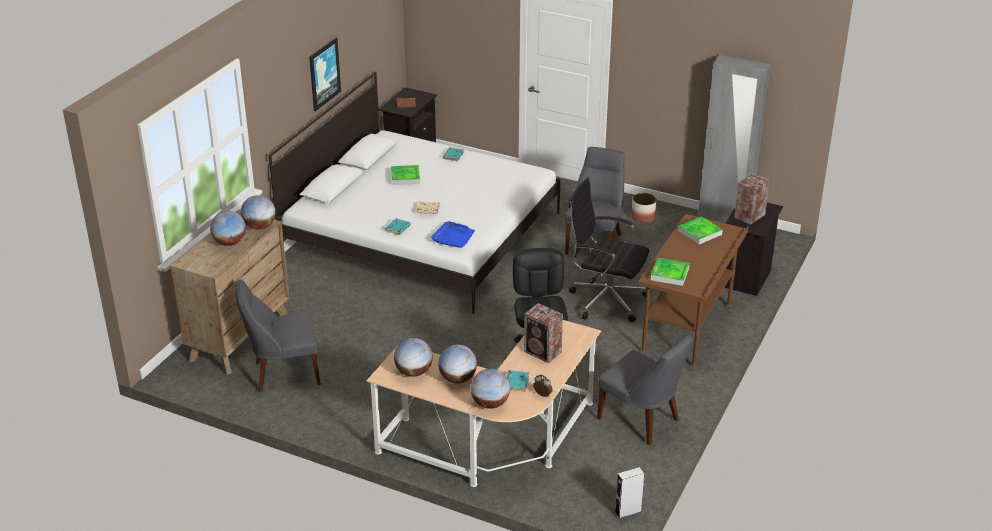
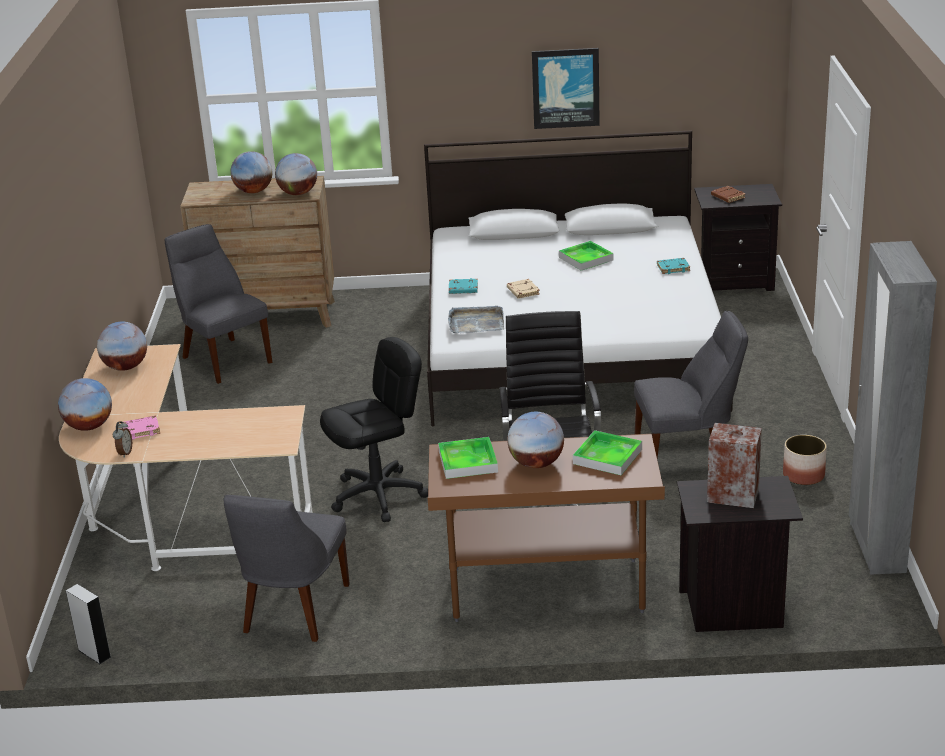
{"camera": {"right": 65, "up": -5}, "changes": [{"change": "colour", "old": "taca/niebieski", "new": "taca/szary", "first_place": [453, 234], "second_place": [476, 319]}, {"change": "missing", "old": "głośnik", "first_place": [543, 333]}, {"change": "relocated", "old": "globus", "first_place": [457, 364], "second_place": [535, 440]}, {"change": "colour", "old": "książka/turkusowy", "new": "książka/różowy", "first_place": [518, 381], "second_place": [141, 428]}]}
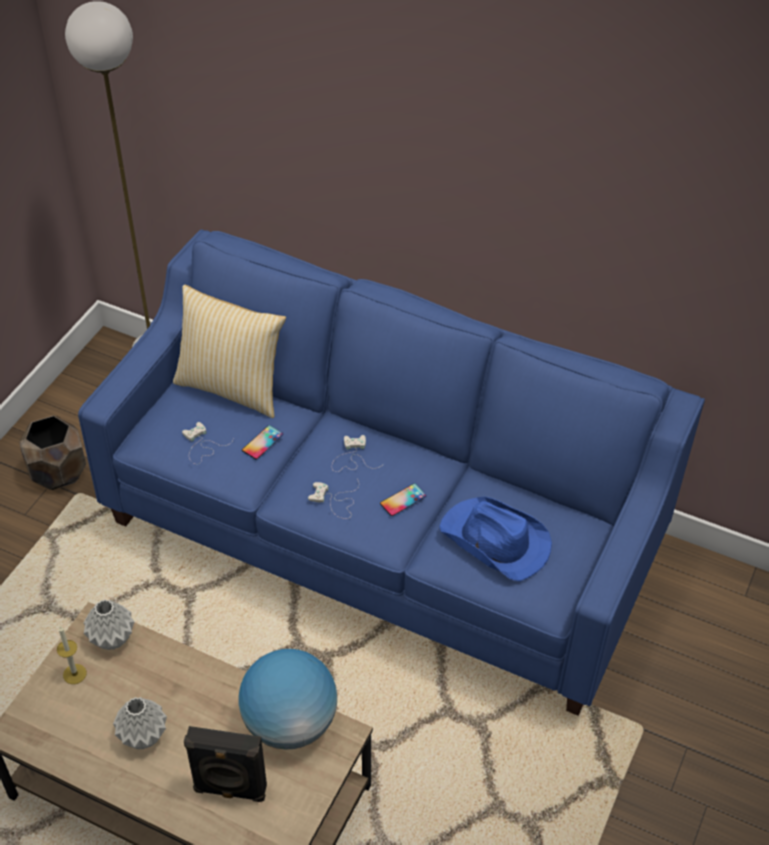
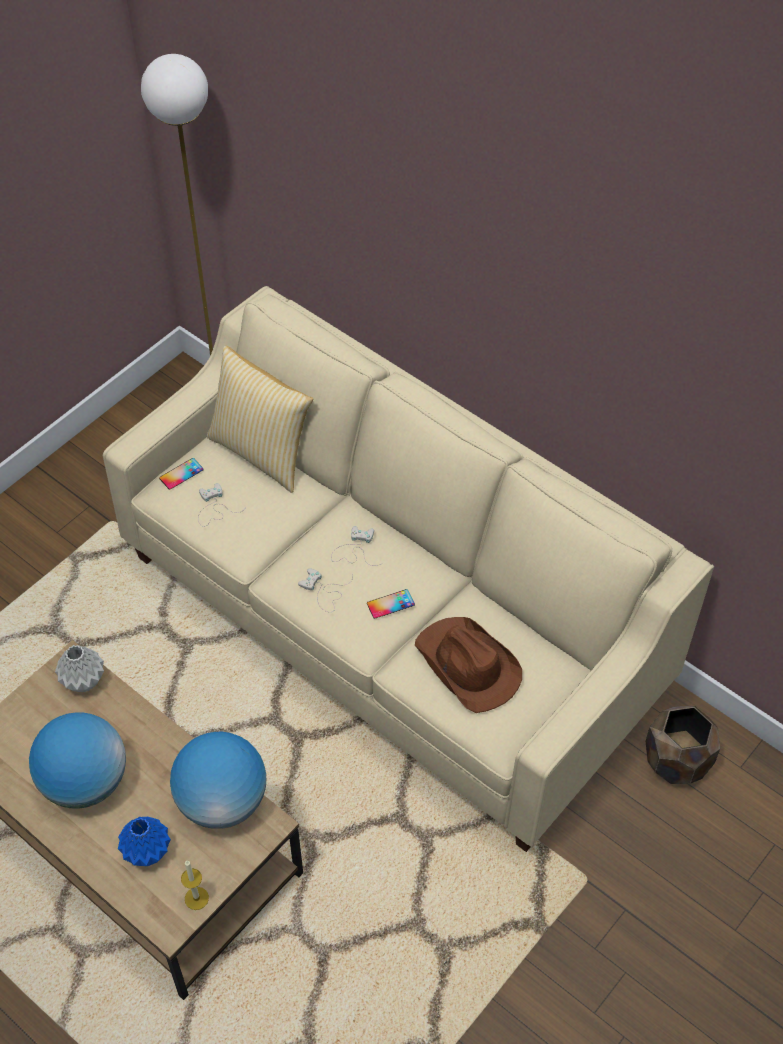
{"camera": {"right": 15, "up": 5}, "changes": [{"change": "colour", "old": "kanapa/niebieski", "new": "kanapa/beżowy", "first_place": [391, 473], "second_place": [408, 569]}, {"change": "relocated", "old": "donica/brązowy", "first_place": [53, 452], "second_place": [683, 745]}, {"change": "relocated", "old": "telefon", "first_place": [262, 442], "second_place": [181, 474]}, {"change": "colour", "old": "kapelusz/niebieski", "new": "kapelusz/brązowy", "first_place": [495, 539], "second_place": [468, 665]}, {"change": "relocated", "old": "świeca", "first_place": [72, 655], "second_place": [195, 885]}, {"change": "exchanged", "old": "wazon/szary", "new": "globus", "first_place": [140, 723], "second_place": [77, 760]}, {"change": "exchanged", "old": "głośnik/czarny", "new": "wazon/niebieski", "first_place": [225, 764], "second_place": [144, 841]}]}
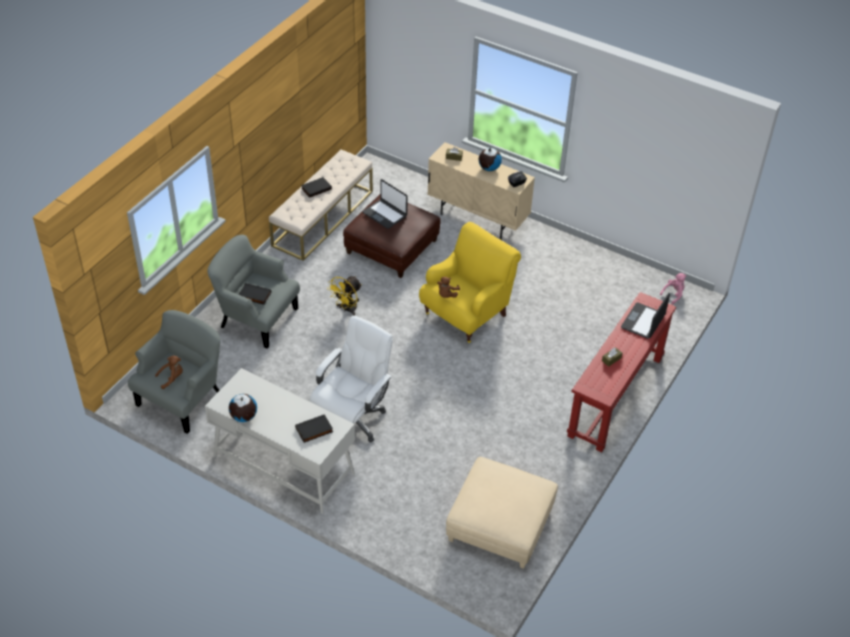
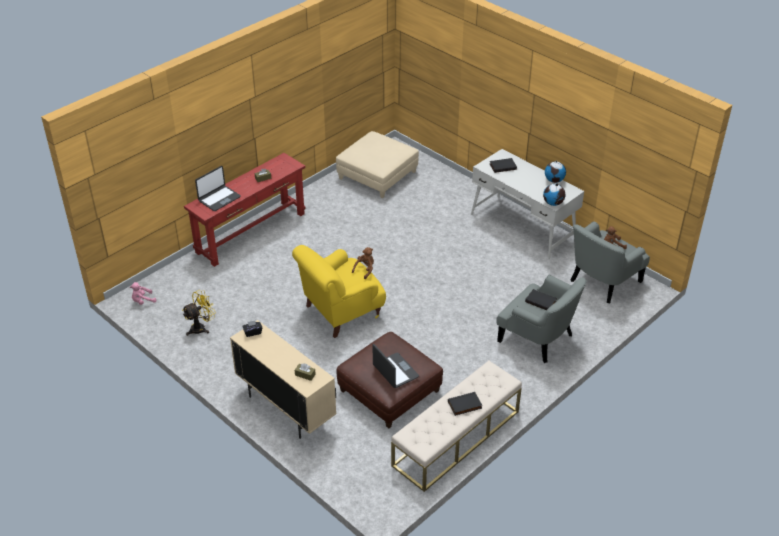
{"camera": {"right": -165, "up": -5}, "changes": [{"change": "relocated", "old": "globus", "first_place": [490, 159], "second_place": [554, 194]}, {"change": "relocated", "old": "wentylator/żółty", "first_place": [344, 296], "second_place": [199, 313]}, {"change": "missing", "old": "krzesło biurowe/biały", "first_place": [351, 379]}]}
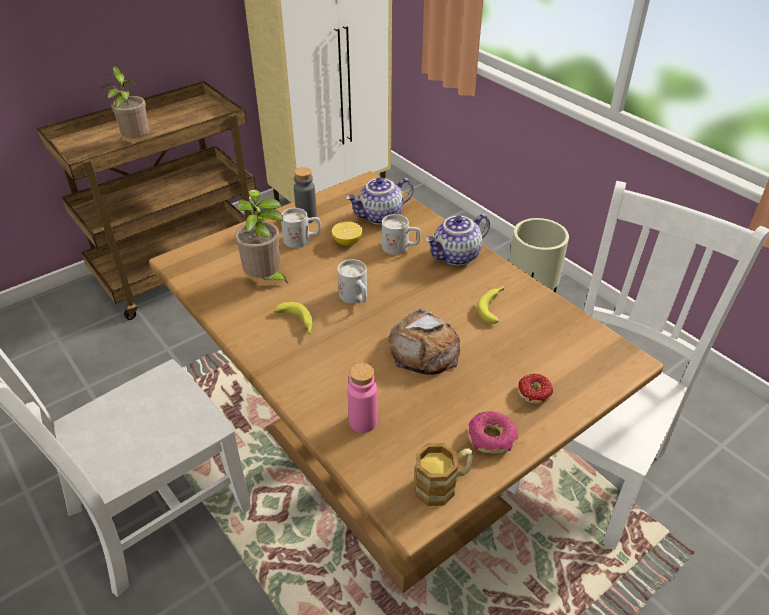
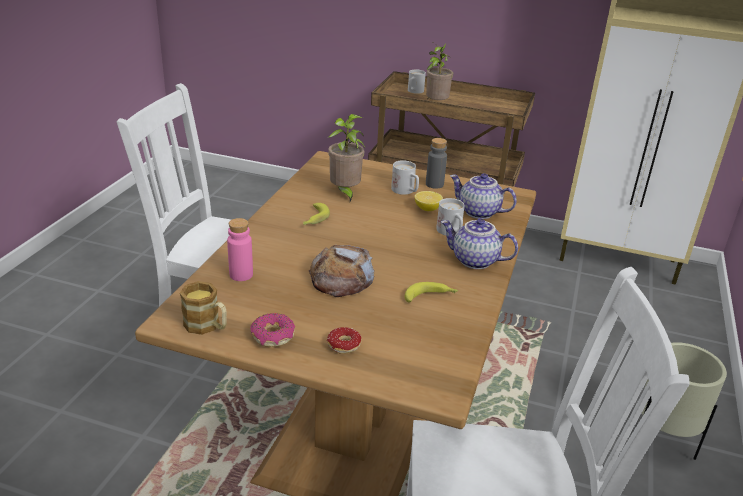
{"camera": {"right": 55, "up": -10}, "changes": [{"change": "relocated", "old": "kubek/biały", "first_place": [352, 281], "second_place": [417, 82]}]}
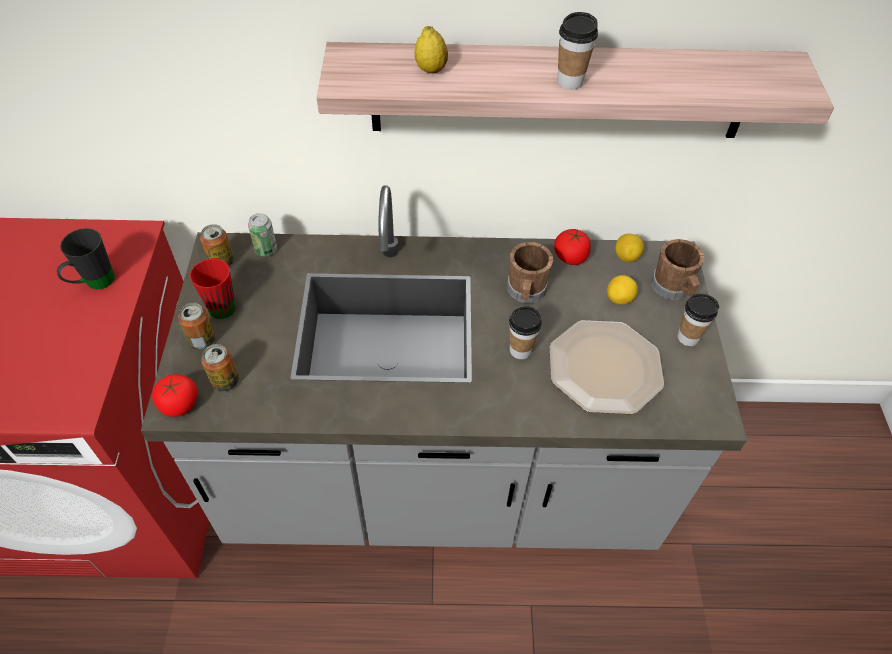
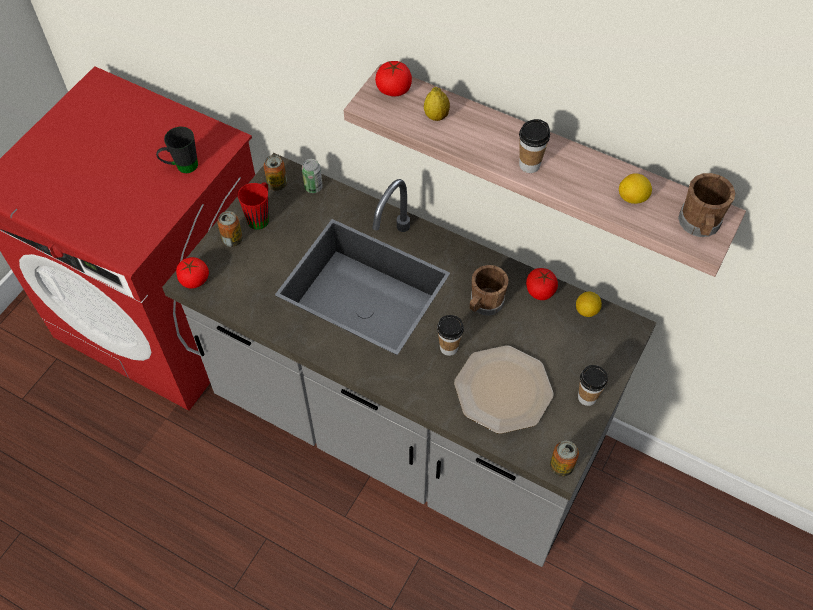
{"camera": {"right": 30, "up": 5}, "changes": [{"change": "relocated", "old": "kubek/brązowy", "first_place": [677, 269], "second_place": [706, 205]}, {"change": "relocated", "old": "cytryna", "first_place": [622, 289], "second_place": [635, 188]}, {"change": "relocated", "old": "puszka", "first_place": [220, 367], "second_place": [564, 459]}, {"change": "appeared", "new": "pomidor", "second_place": [393, 78]}]}
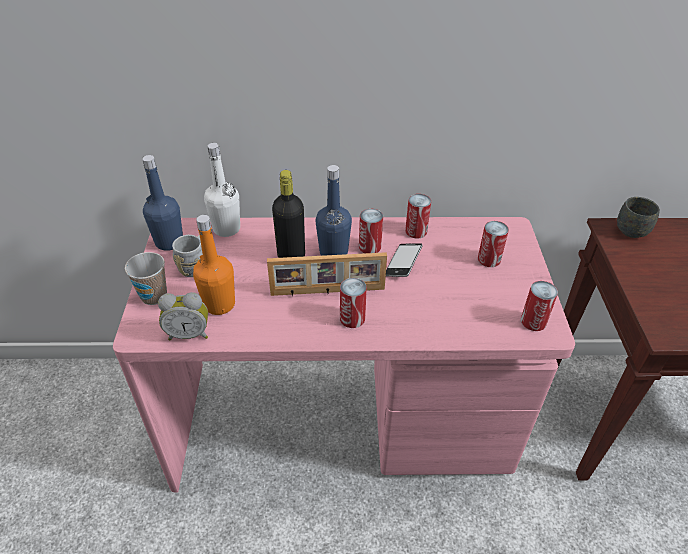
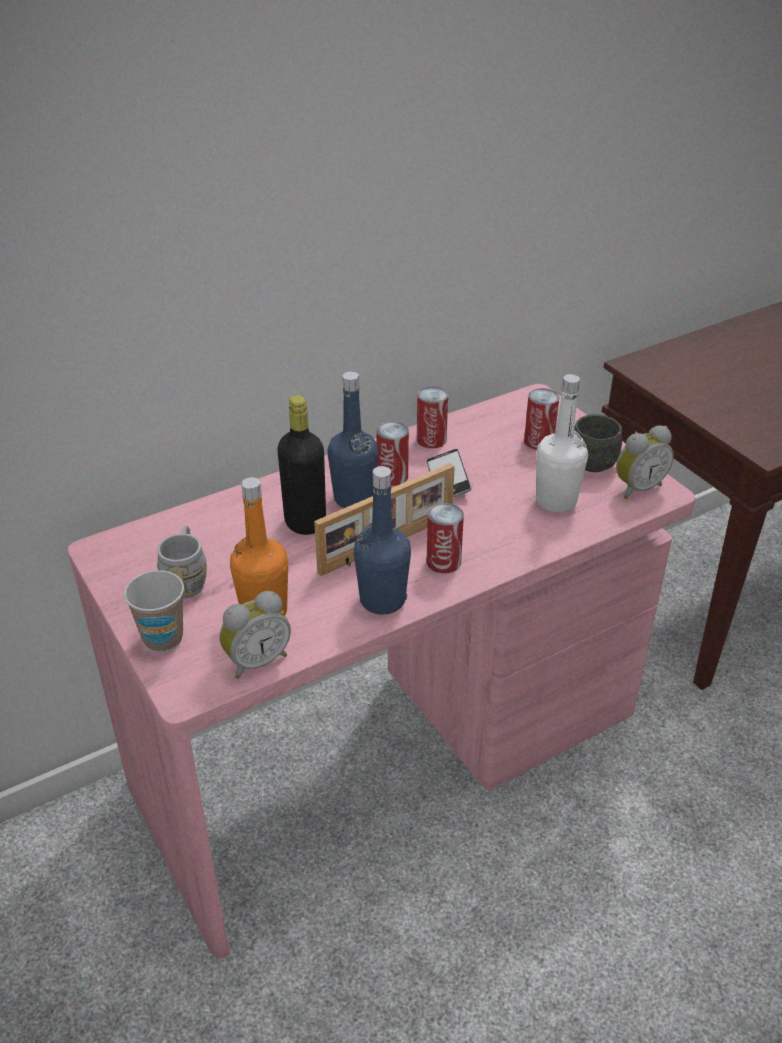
{"camera": {"right": -30, "up": -5}, "changes": [{"change": "relocated", "old": "butelka/biały", "first_place": [222, 190], "second_place": [562, 443]}, {"change": "relocated", "old": "butelka/niebieski", "first_place": [162, 203], "second_place": [382, 540]}, {"change": "relocated", "old": "kubek/szary", "first_place": [638, 217], "second_place": [598, 443]}, {"change": "exchanged", "old": "puszka", "new": "budzik", "first_place": [539, 306], "second_place": [645, 462]}]}
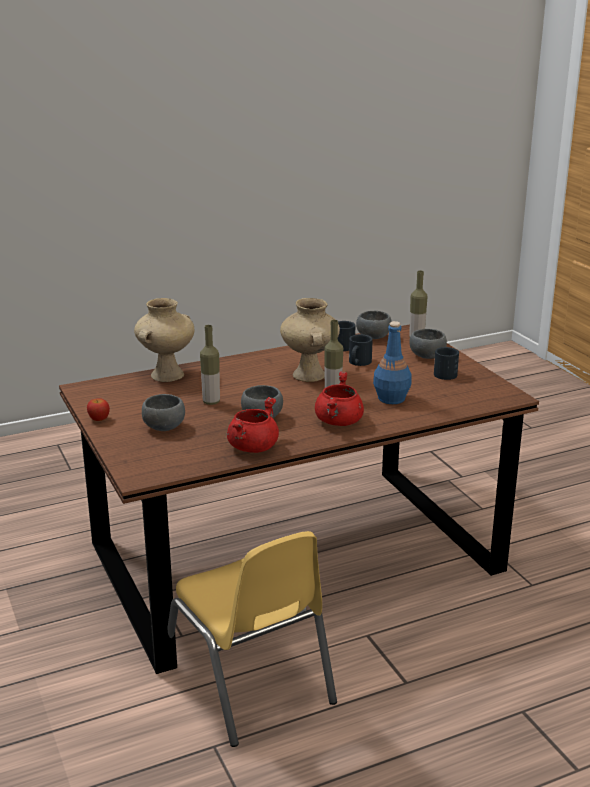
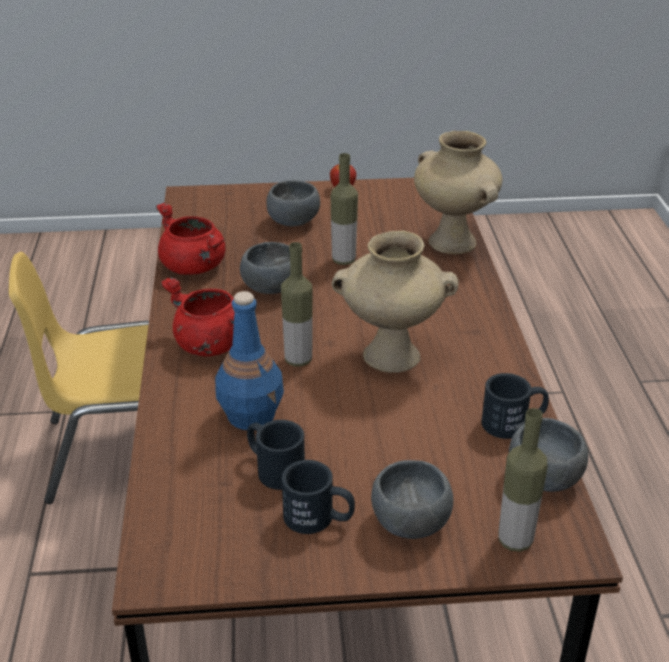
{"camera": {"right": 110, "up": 10}, "changes": [{"change": "relocated", "old": "kubek/czarny", "first_place": [361, 350], "second_place": [276, 455]}]}
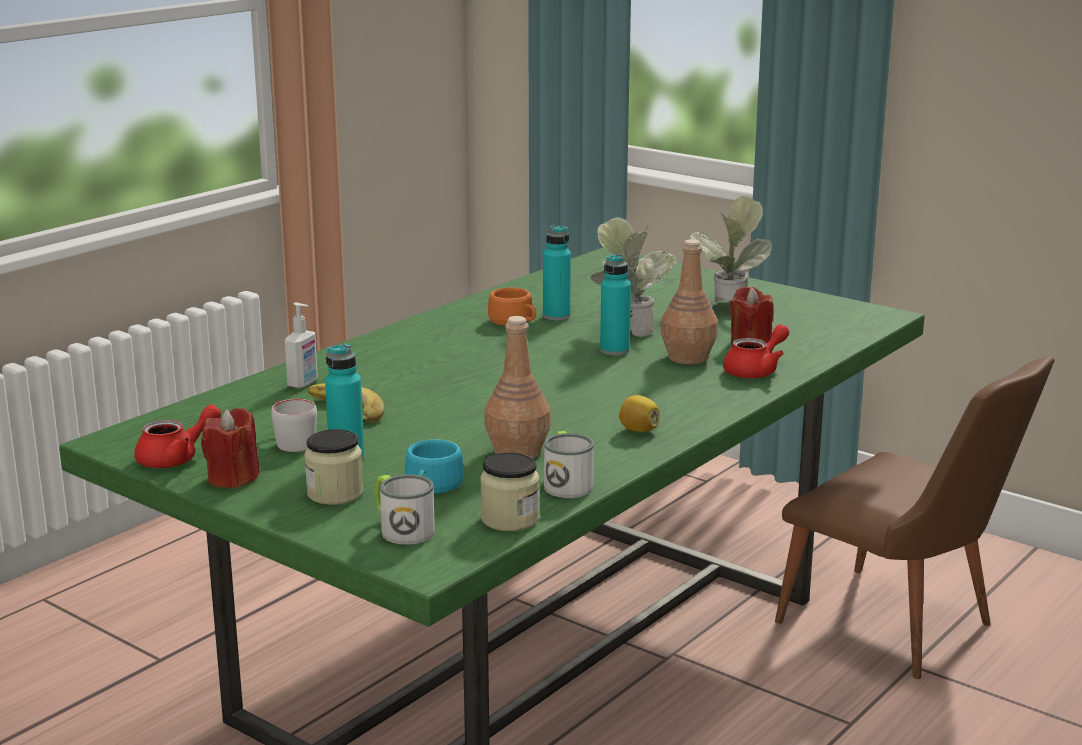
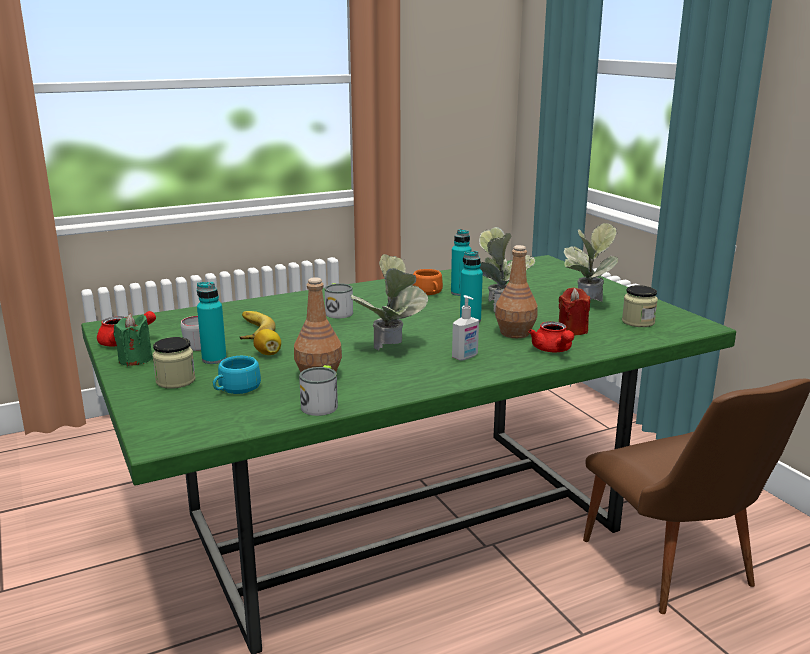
{"camera": {"right": 25, "up": 0}, "changes": [{"change": "relocated", "old": "dozownik mydła", "first_place": [301, 346], "second_place": [465, 328]}, {"change": "spun", "old": "imbryk/czerwony", "first_place": [756, 351], "second_place": [551, 337], "degrees": 90}, {"change": "relocated", "old": "cytryna", "first_place": [639, 413], "second_place": [267, 342]}, {"change": "colour", "old": "świeca/czerwony", "new": "świeca/zielony", "first_place": [230, 448], "second_place": [133, 340]}, {"change": "relocated", "old": "słoik", "first_place": [509, 491], "second_place": [640, 306]}, {"change": "relocated", "old": "kubek", "first_place": [405, 509], "second_place": [339, 300]}, {"change": "appeared", "new": "roślina doniczkowa", "second_place": [389, 302]}]}
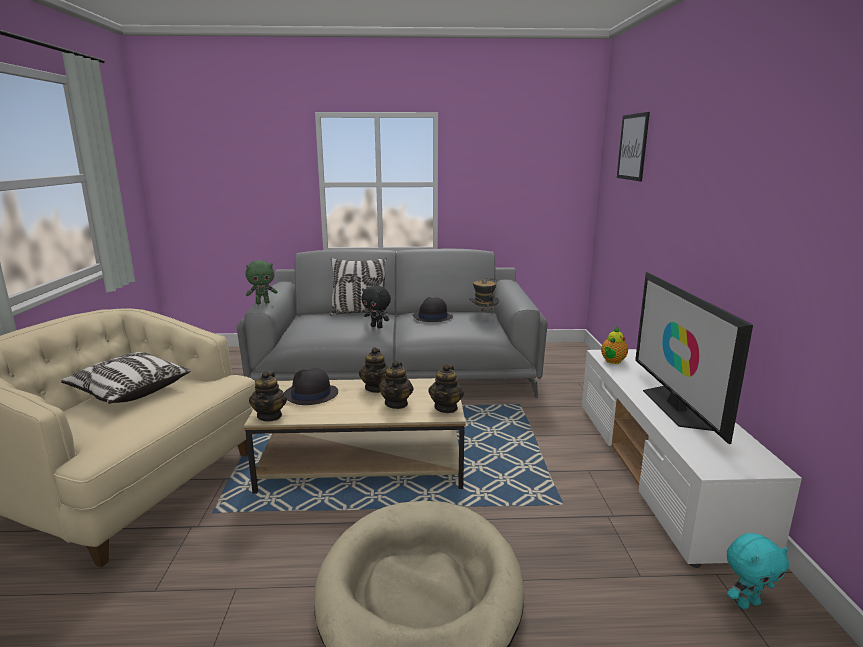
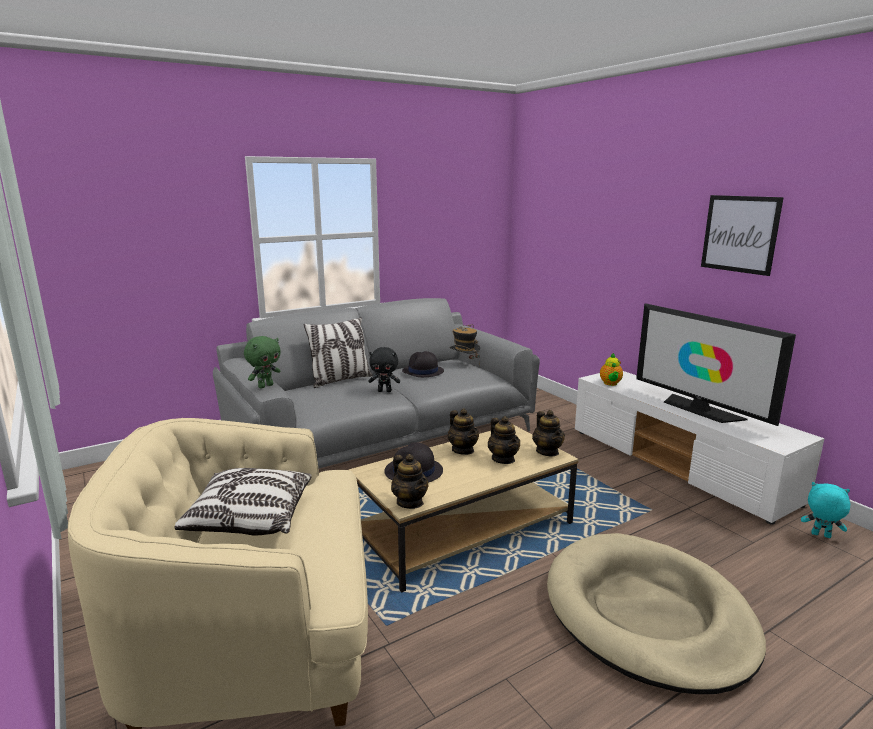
{"camera": {"right": -30, "up": 0}, "changes": [{"change": "relocated", "old": "obraz", "first_place": [633, 146], "second_place": [742, 235]}, {"change": "spun", "old": "pluszak/turkusowy", "first_place": [758, 571], "second_place": [825, 510], "degrees": -105}]}
